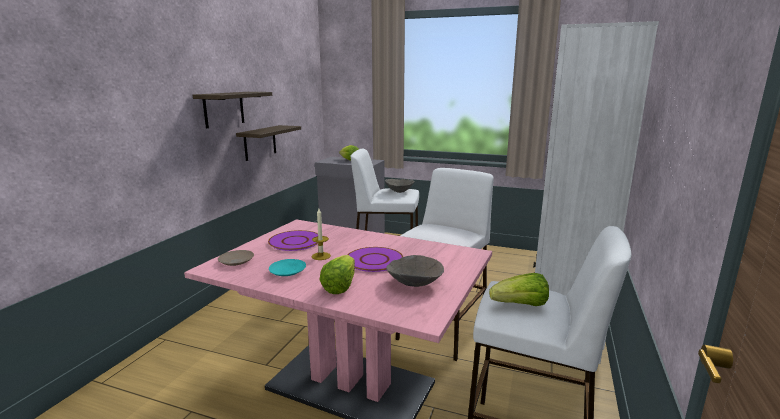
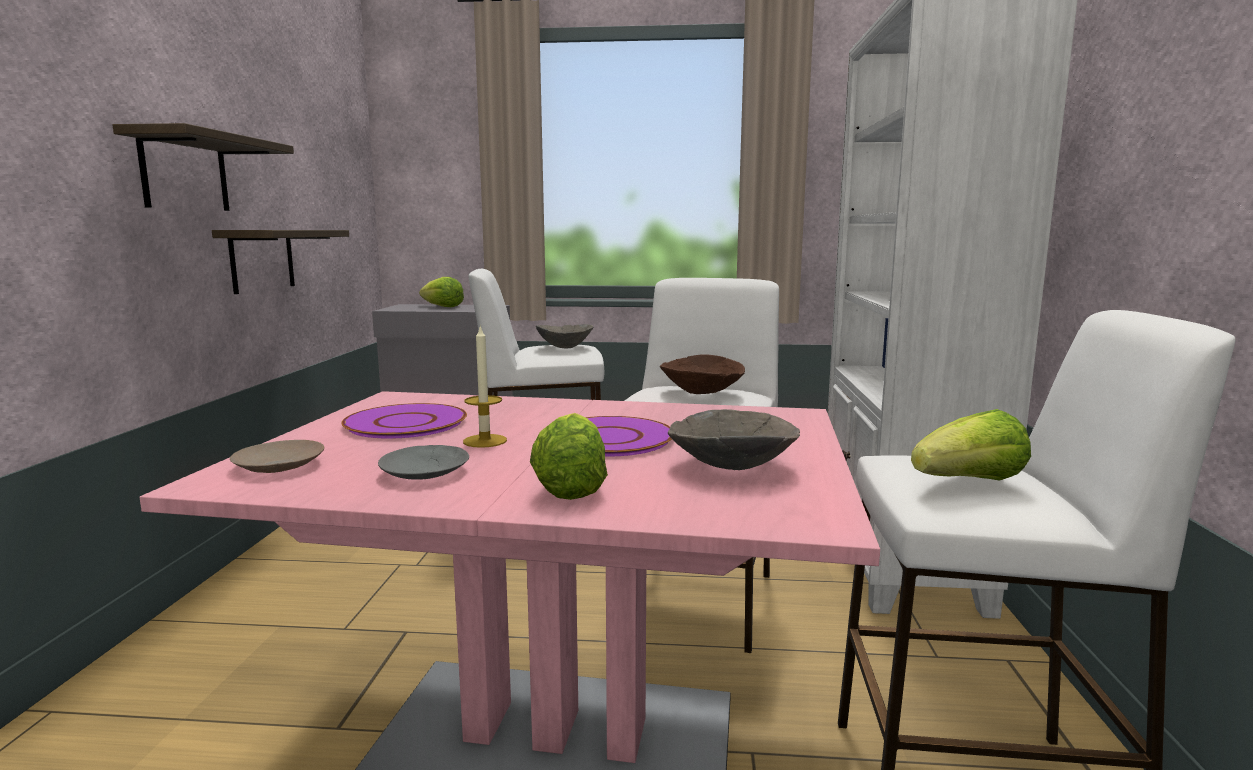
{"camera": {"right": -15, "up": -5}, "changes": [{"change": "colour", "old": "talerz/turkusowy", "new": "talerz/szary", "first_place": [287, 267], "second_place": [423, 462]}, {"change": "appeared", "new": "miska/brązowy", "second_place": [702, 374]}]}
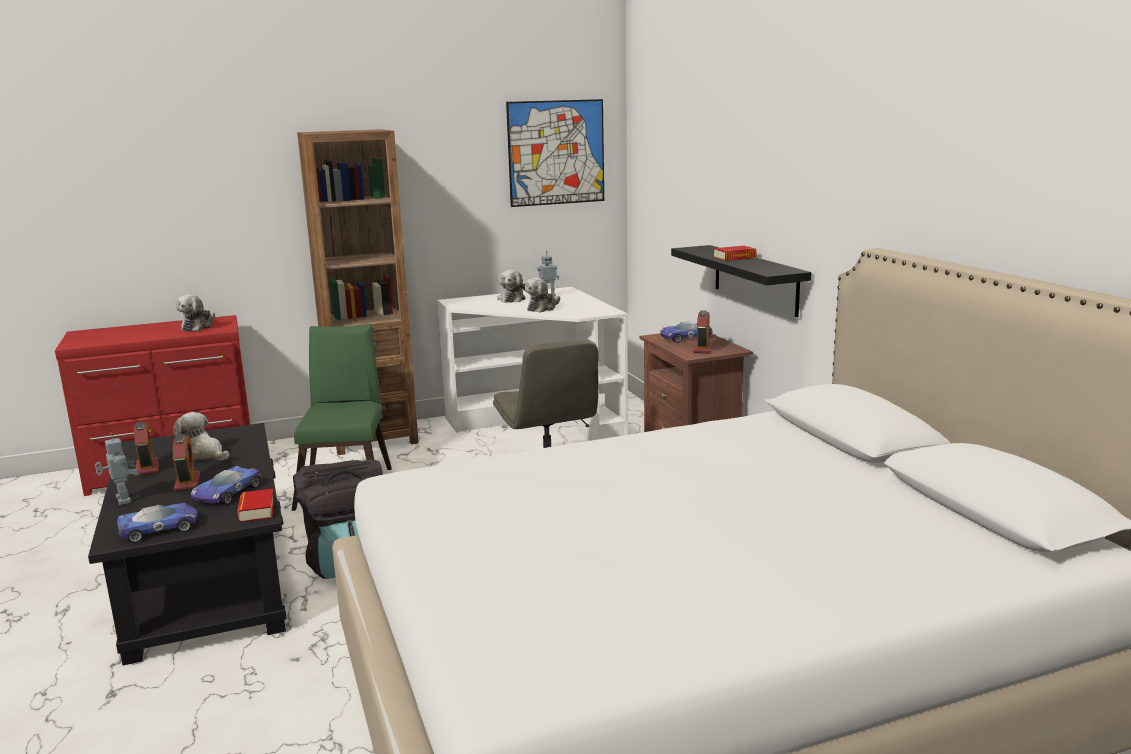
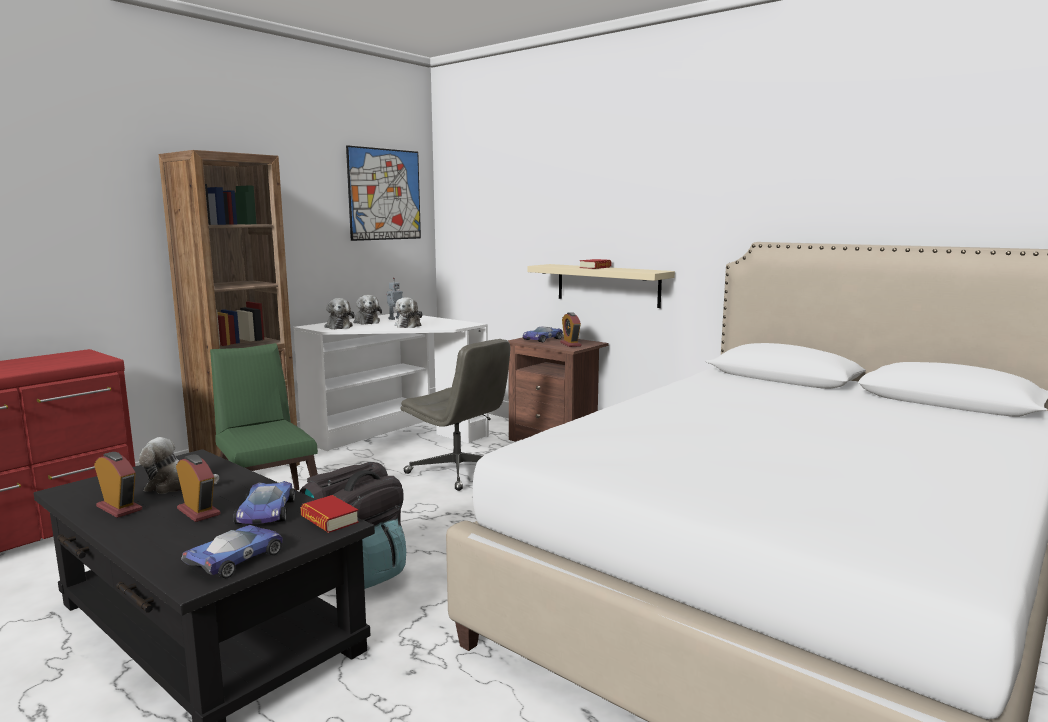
{"camera": {"right": -30, "up": -5}, "changes": [{"change": "colour", "old": "półka/czarny", "new": "półka/beżowy", "first_place": [741, 281], "second_place": [601, 286]}, {"change": "relocated", "old": "pluszak", "first_place": [195, 312], "second_place": [339, 313]}, {"change": "missing", "old": "robot zabawkowy", "first_place": [117, 468]}]}
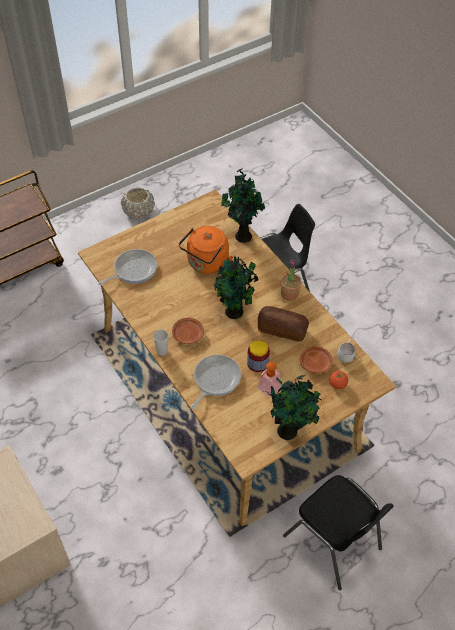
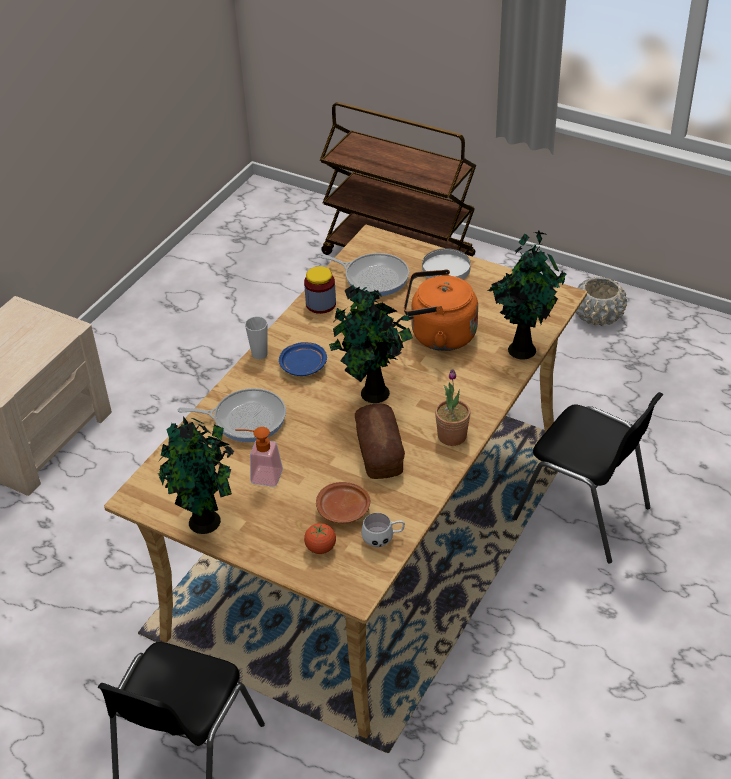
{"camera": {"right": 65, "up": -10}, "changes": [{"change": "colour", "old": "talerz/brązowy", "new": "talerz/niebieski", "first_place": [188, 331], "second_place": [303, 359]}, {"change": "relocated", "old": "słoik", "first_place": [258, 356], "second_place": [320, 290]}, {"change": "appeared", "new": "talerz/biały", "second_place": [446, 263]}]}
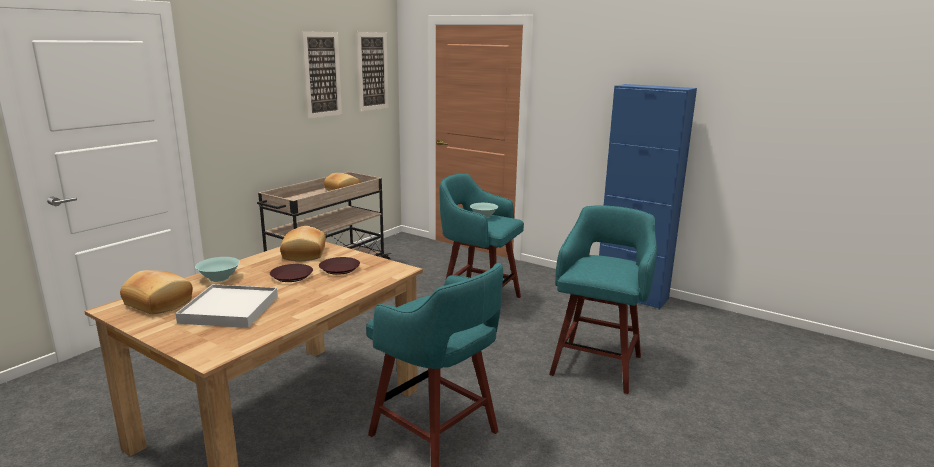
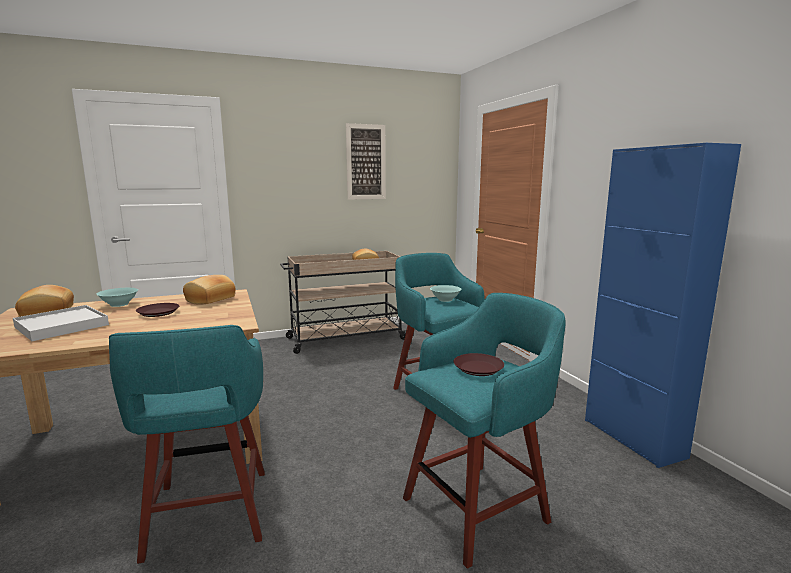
{"camera": {"right": 35, "up": -5}, "changes": [{"change": "missing", "old": "obraz", "first_place": [372, 71]}, {"change": "relocated", "old": "talerz/brązowy", "first_place": [339, 266], "second_place": [479, 364]}]}
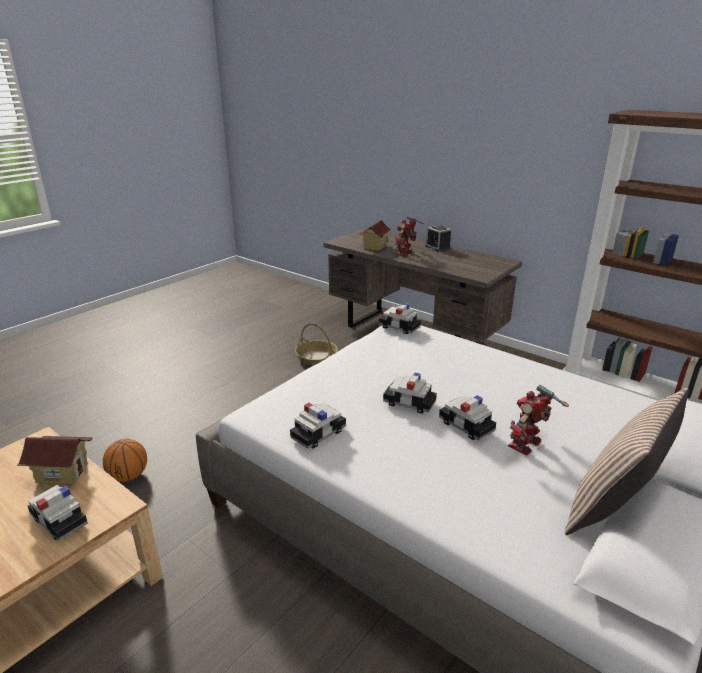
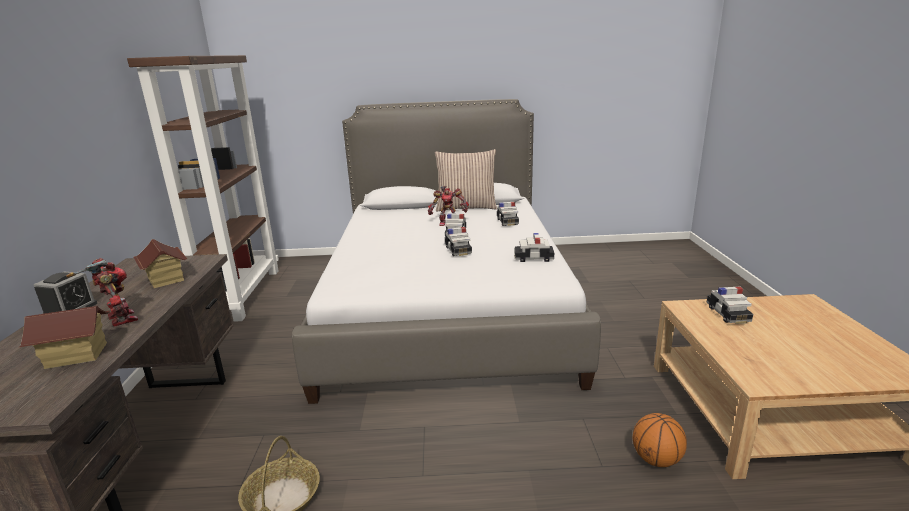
{"camera": {"right": -130, "up": -5}, "changes": [{"change": "spun", "old": "robot zabawkowy", "first_place": [409, 236], "second_place": [102, 292], "degrees": -120}, {"change": "relocated", "old": "samochodzik", "first_place": [400, 318], "second_place": [508, 214]}, {"change": "relocated", "old": "domek", "first_place": [55, 460], "second_place": [160, 263]}]}
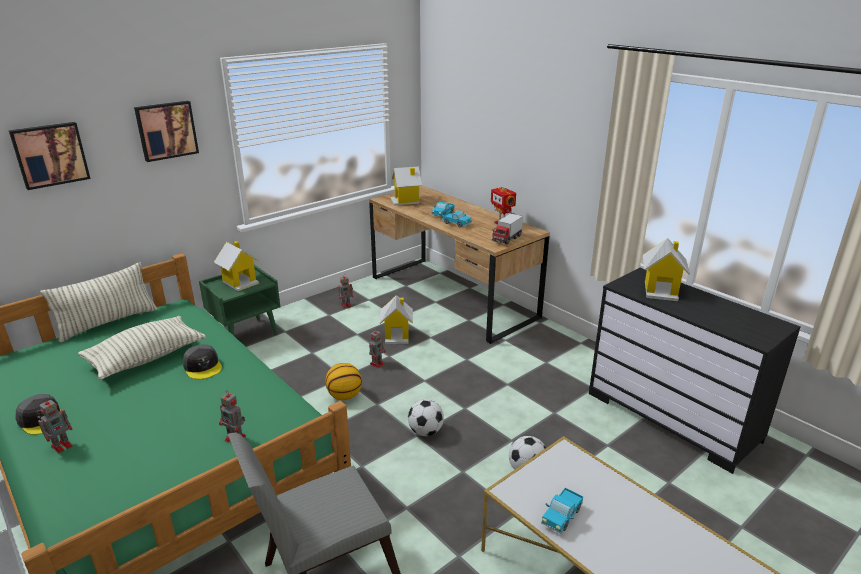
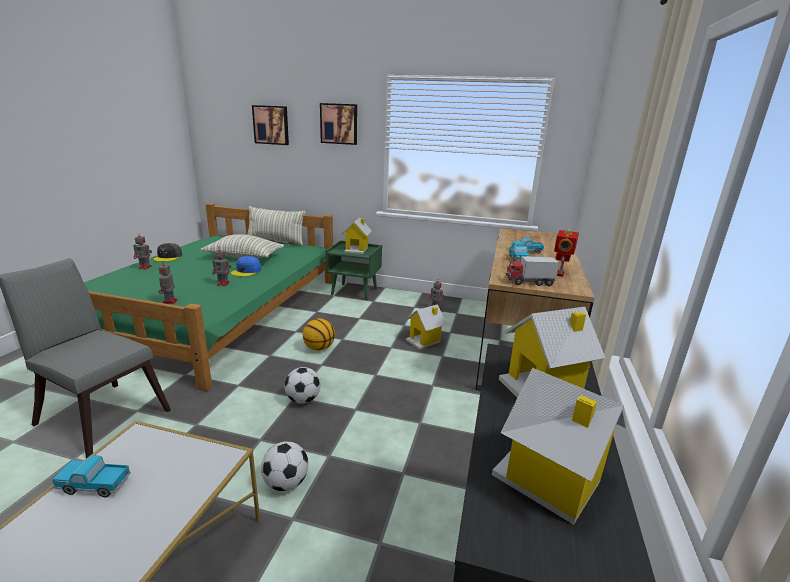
{"camera": {"right": 55, "up": -5}, "changes": [{"change": "relocated", "old": "domek", "first_place": [406, 186], "second_place": [559, 446]}, {"change": "relocated", "old": "robot zabawkowy", "first_place": [377, 348], "second_place": [221, 268]}, {"change": "colour", "old": "czapka z daszkiem/szary", "new": "czapka z daszkiem/niebieski", "first_place": [202, 361], "second_place": [246, 266]}]}
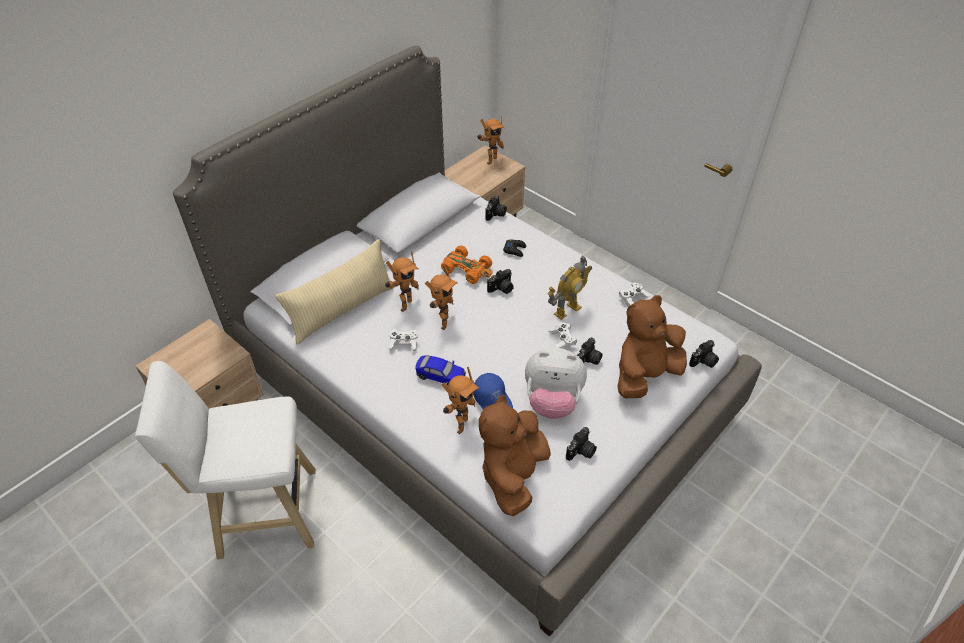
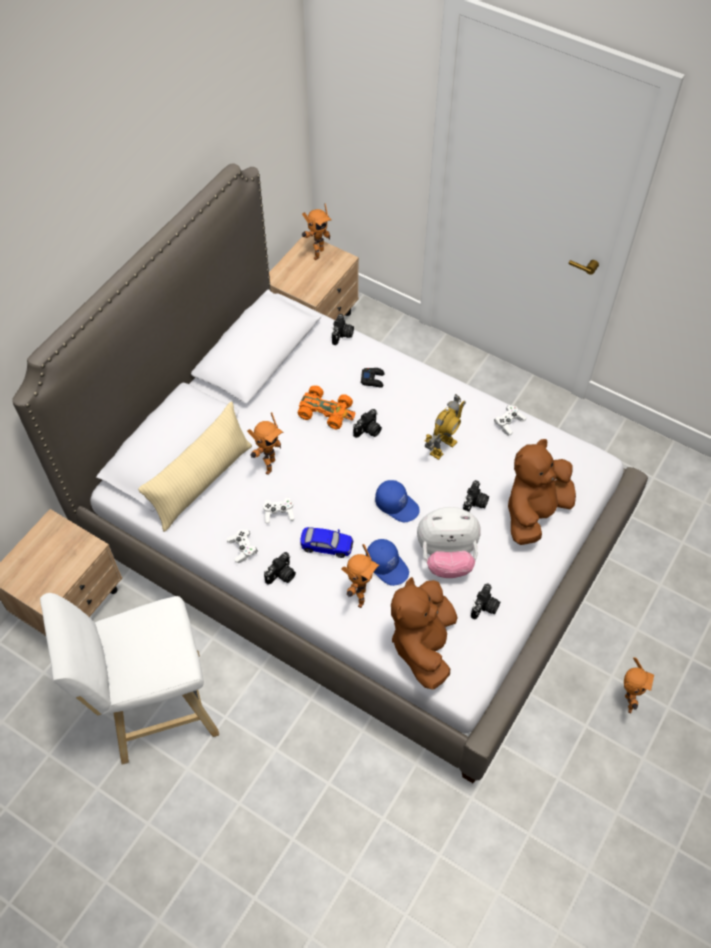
{"camera": {"right": -10, "up": 10}, "changes": [{"change": "relocated", "old": "robot zabawkowy", "first_place": [441, 298], "second_place": [639, 685]}, {"change": "relocated", "old": "pad do gier/biały", "first_place": [563, 335], "second_place": [242, 546]}, {"change": "relocated", "old": "aparat fotograficzny", "first_place": [704, 354], "second_place": [280, 568]}, {"change": "appeared", "new": "czapka z daszkiem/niebieski", "second_place": [397, 501]}]}
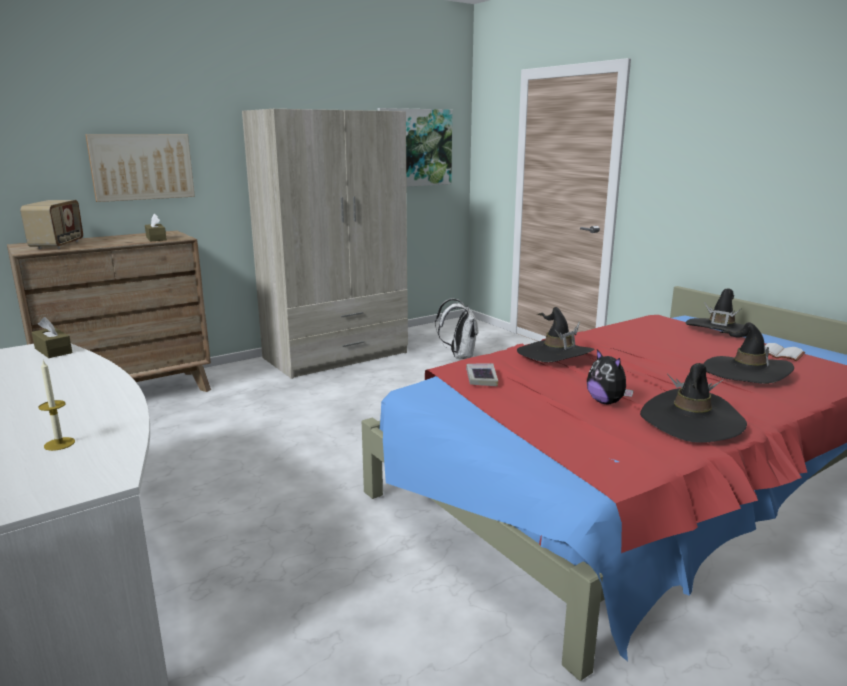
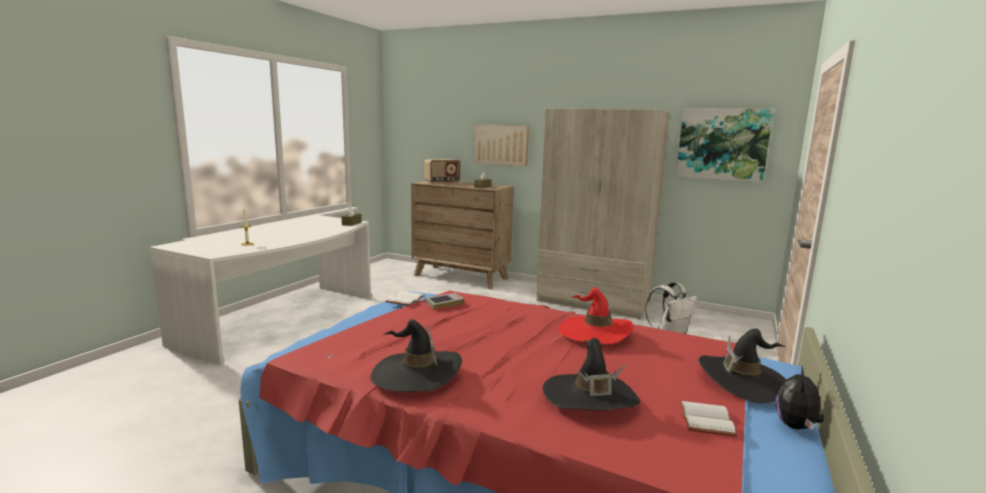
{"camera": {"right": 60, "up": -5}, "changes": [{"change": "missing", "old": "kapelusz/czarny", "first_place": [556, 334]}, {"change": "relocated", "old": "pluszak", "first_place": [610, 376], "second_place": [800, 398]}, {"change": "appeared", "new": "kapelusz/czerwony", "second_place": [596, 315]}, {"change": "appeared", "new": "książka/biały", "second_place": [405, 298]}]}
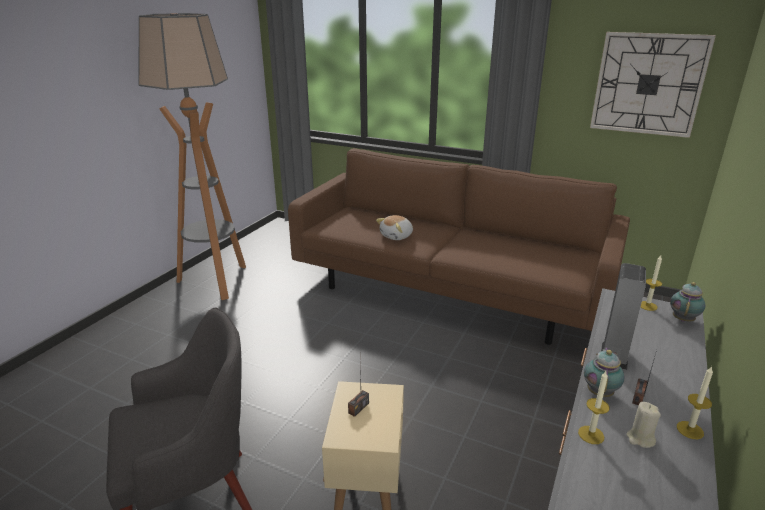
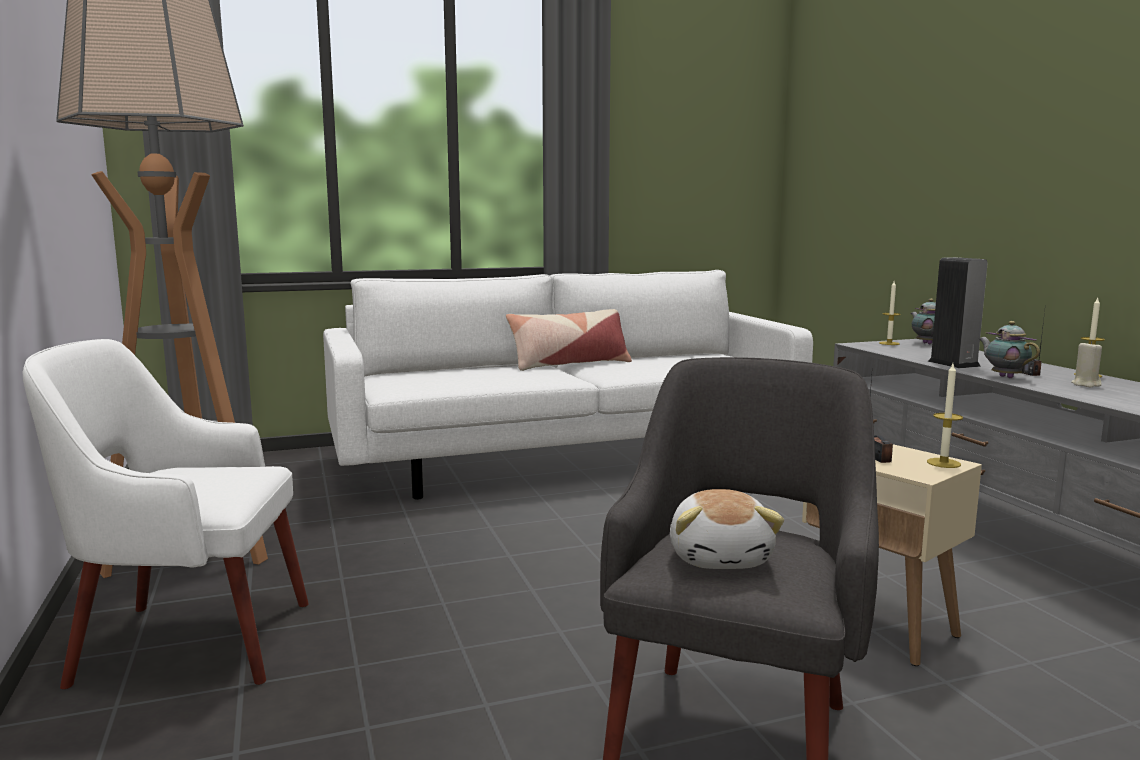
{"camera": {"right": -45, "up": -15}, "changes": [{"change": "missing", "old": "zegar ścienny", "first_place": [653, 85]}, {"change": "colour", "old": "kanapa/brązowy", "new": "kanapa/biały", "first_place": [459, 246], "second_place": [568, 385]}, {"change": "relocated", "old": "pluszak", "first_place": [394, 227], "second_place": [727, 529]}, {"change": "relocated", "old": "świeca", "first_place": [594, 407], "second_place": [945, 416]}, {"change": "appeared", "new": "poduszka", "second_place": [569, 340]}, {"change": "appeared", "new": "fotel/biały", "second_place": [166, 514]}]}
